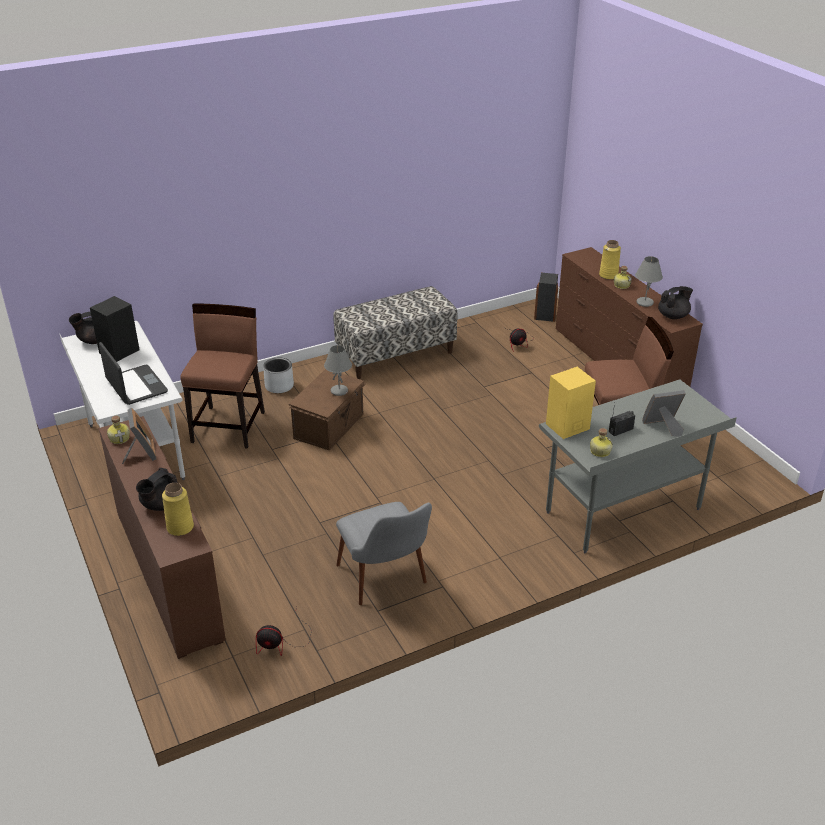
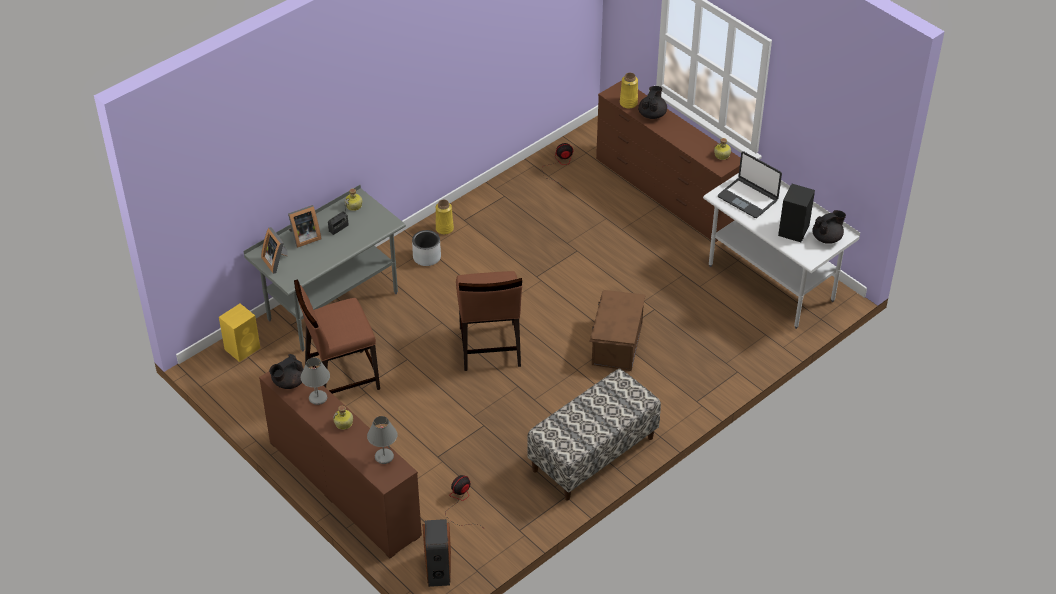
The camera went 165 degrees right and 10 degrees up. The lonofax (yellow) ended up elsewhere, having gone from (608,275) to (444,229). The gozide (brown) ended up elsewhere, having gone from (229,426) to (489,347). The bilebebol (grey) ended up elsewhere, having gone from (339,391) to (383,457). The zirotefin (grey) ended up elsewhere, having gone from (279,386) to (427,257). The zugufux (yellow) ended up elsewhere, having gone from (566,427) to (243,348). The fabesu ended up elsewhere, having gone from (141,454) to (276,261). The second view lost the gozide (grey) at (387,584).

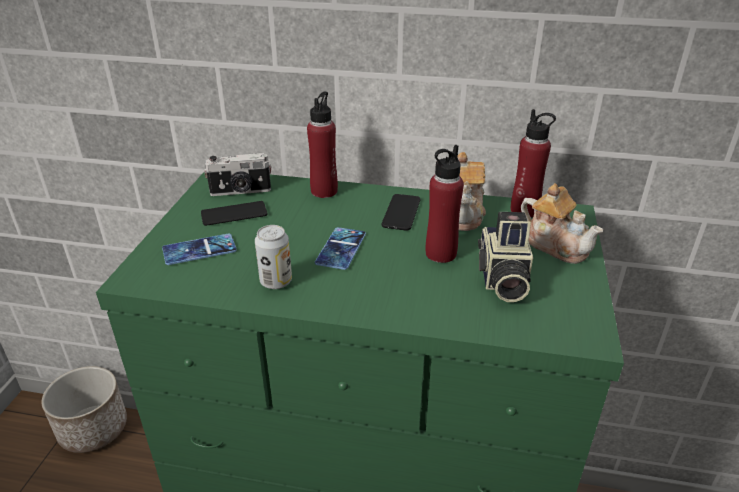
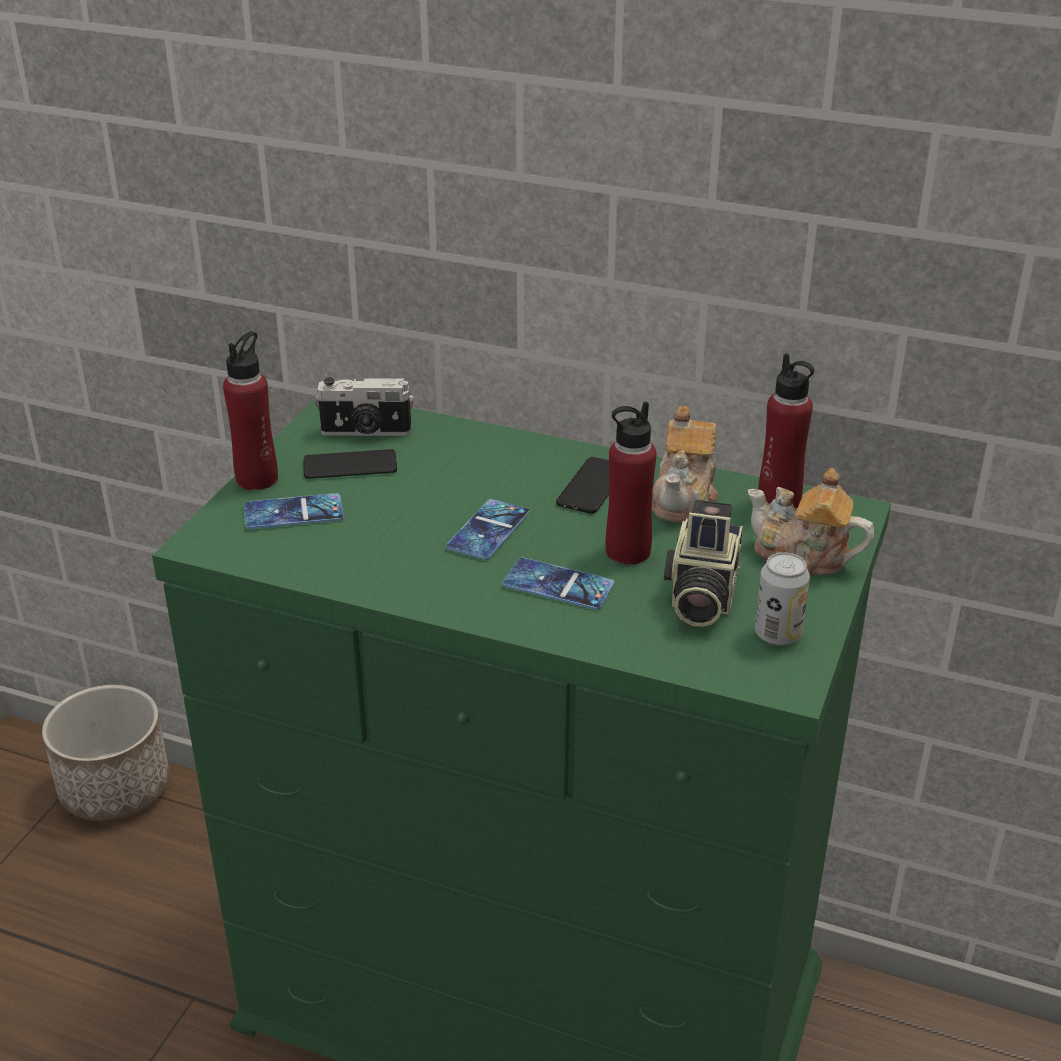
The camera went 10 degrees right and 0 degrees up. The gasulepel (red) ended up elsewhere, having gone from (324,191) to (257,479). The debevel at (556,245) ended up facing another way, 150 degrees clockwise from before. The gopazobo ended up elsewhere, having gone from (276,281) to (777,634). The second view gained the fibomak at (558,585).

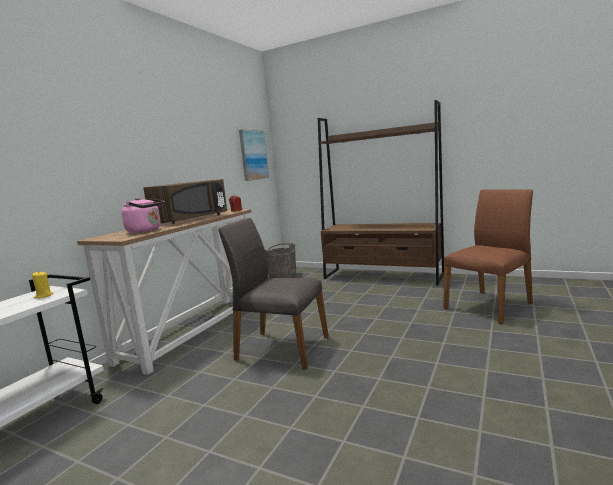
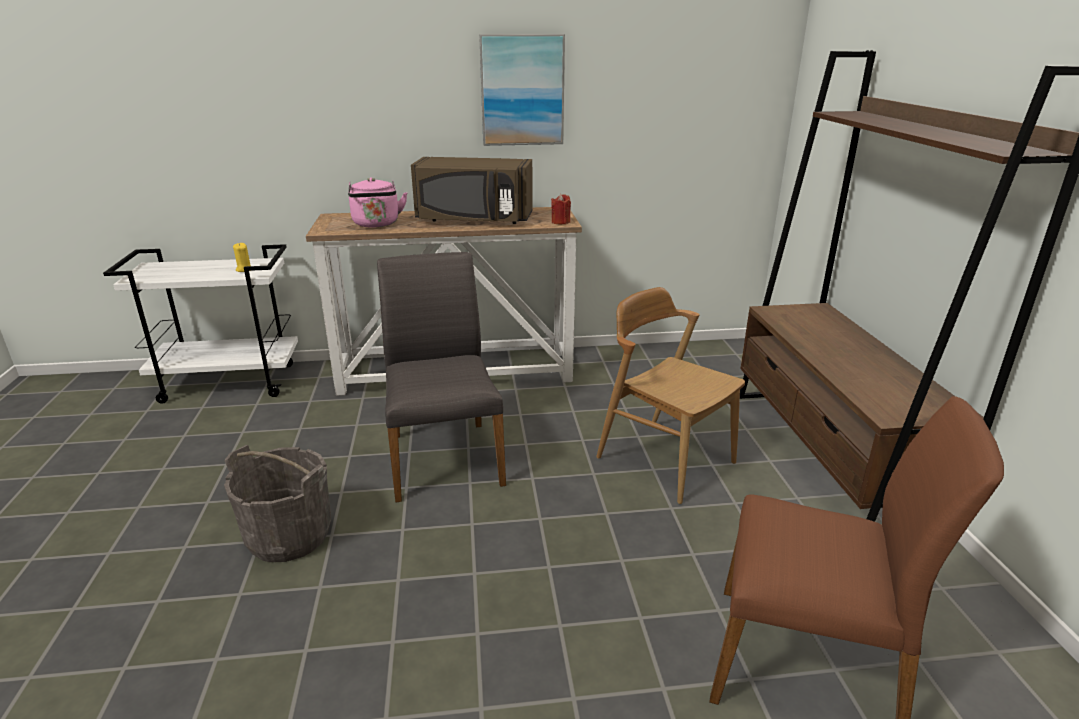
The camera went 55 degrees right and 15 degrees up. The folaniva ended up elsewhere, having gone from (253,155) to (522,90). The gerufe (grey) ended up elsewhere, having gone from (282,276) to (289,535). The second view gained the gozide (brown) at (665,460).

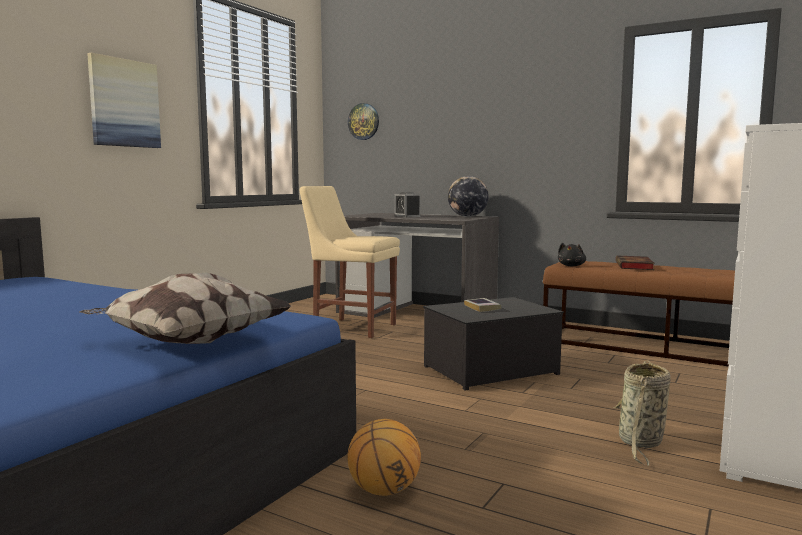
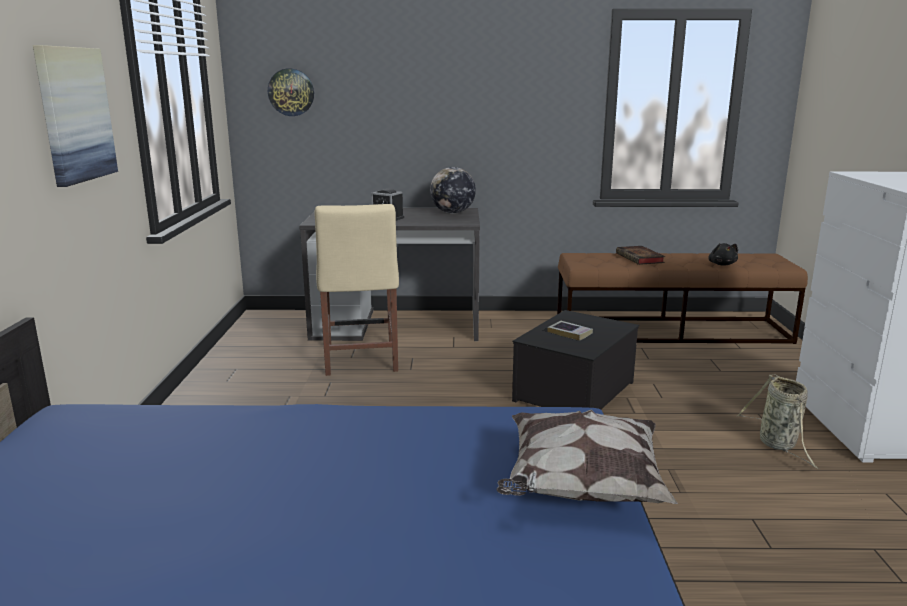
The camera went 30 degrees left and 10 degrees up. The gozide (beige) at (351,327) ended up facing another way, 90 degrees counterclockwise from before. The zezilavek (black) ended up elsewhere, having gone from (571,266) to (722,264). The second view lost the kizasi at (383,491).

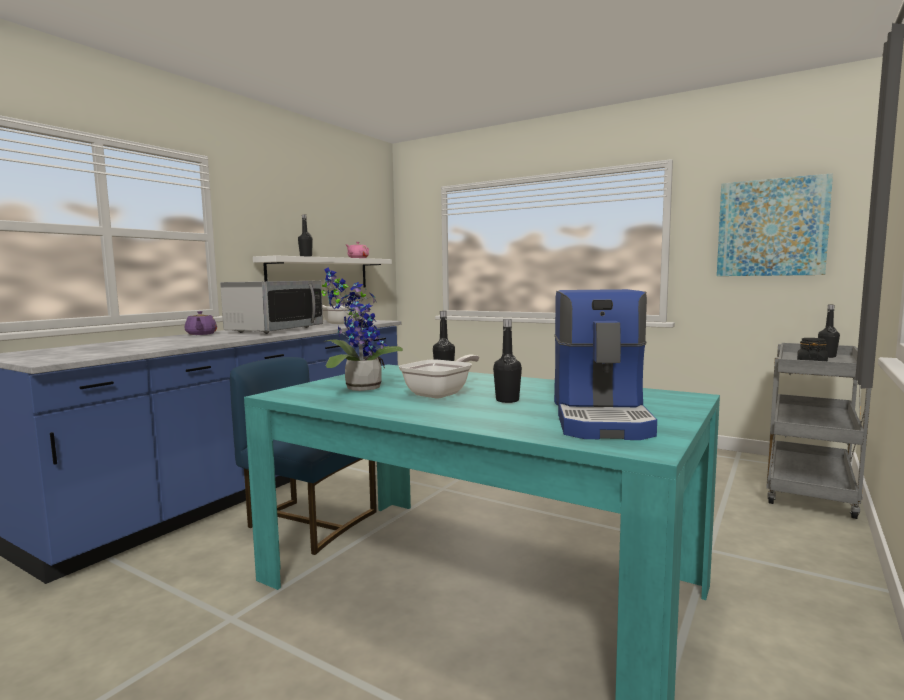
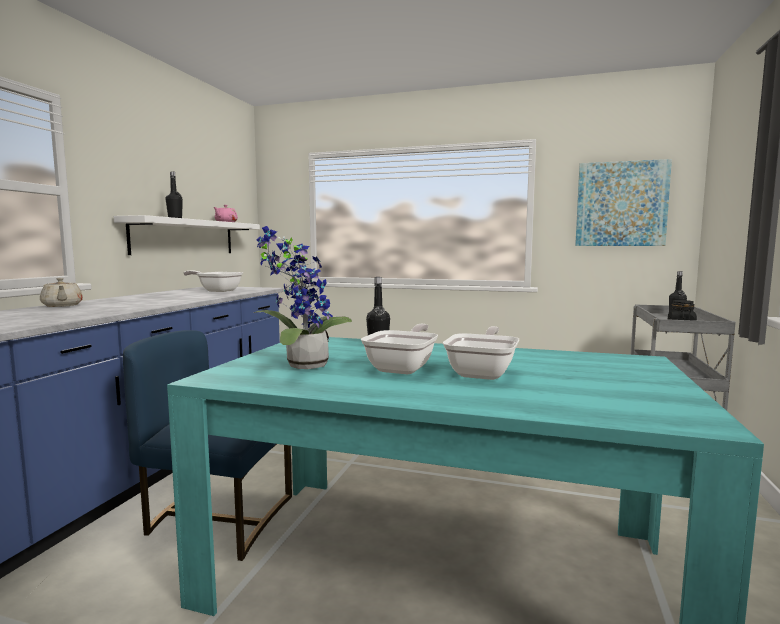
The camera went 15 degrees left and 0 degrees up. The second view lost the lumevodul at (275,330). The second view lost the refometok at (602,418). What was the debevel (purple) at (201,334) turned into the debevel (beige) at (62,306). Where the gasulepel (black) stood at (507,400), the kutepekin came to stand at (483,372).

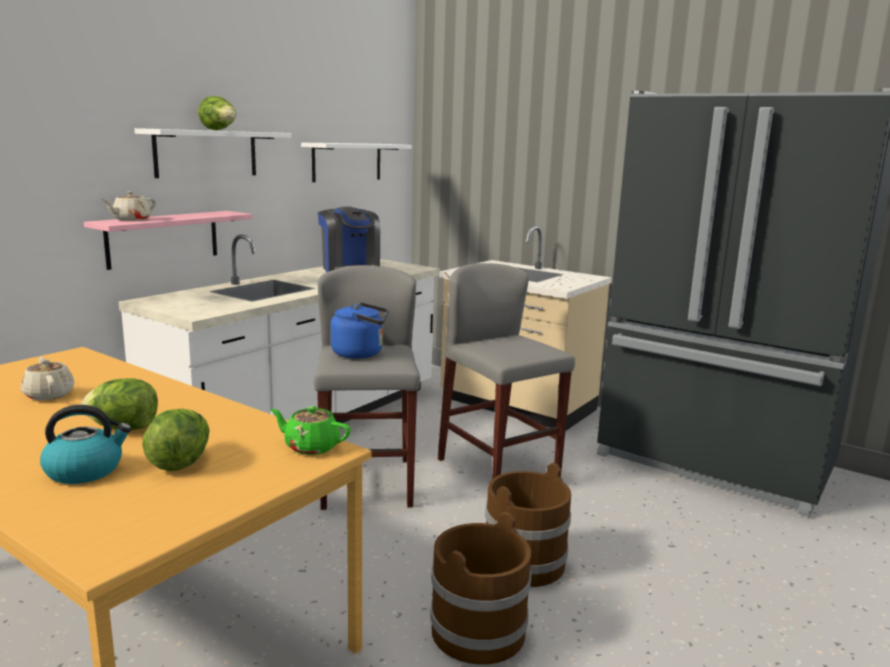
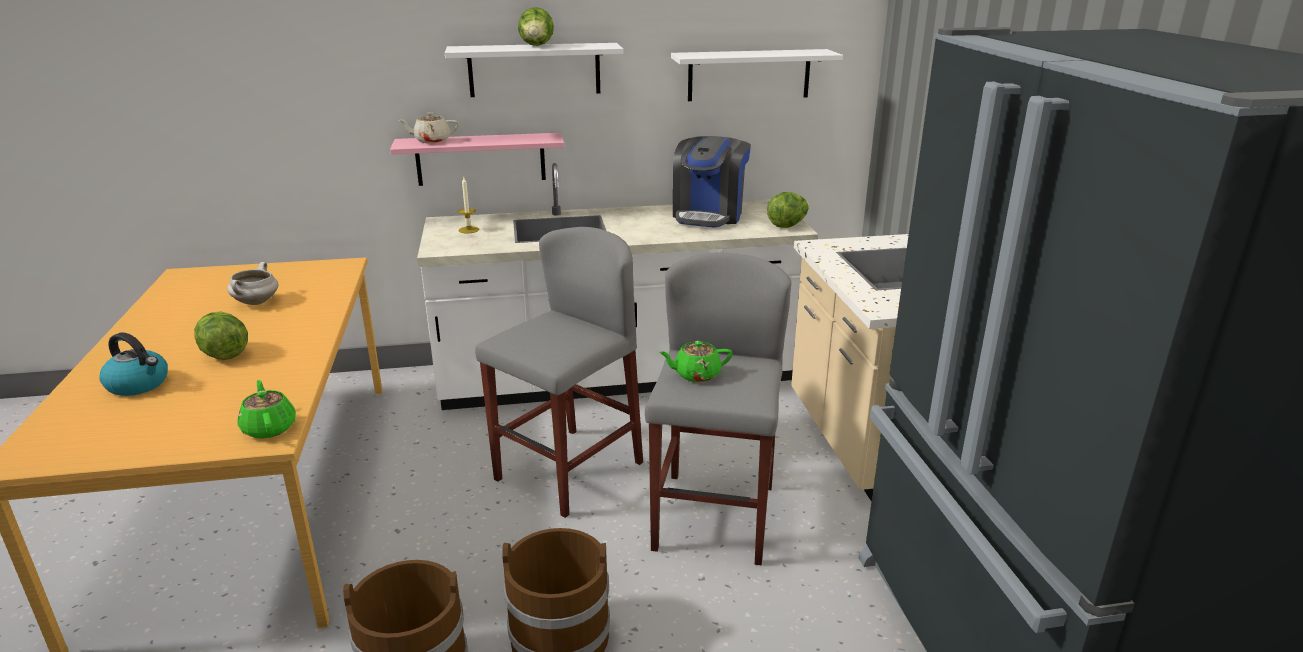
The camera went 45 degrees right and 10 degrees up. The second view lost the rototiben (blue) at (361,353). Where the debevel (beige) stood at (49,394), the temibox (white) came to stand at (256,303). The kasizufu ended up elsewhere, having gone from (180,461) to (787,225). The second view gained the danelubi at (468,230). The second view gained the debevel (green) at (696,374).

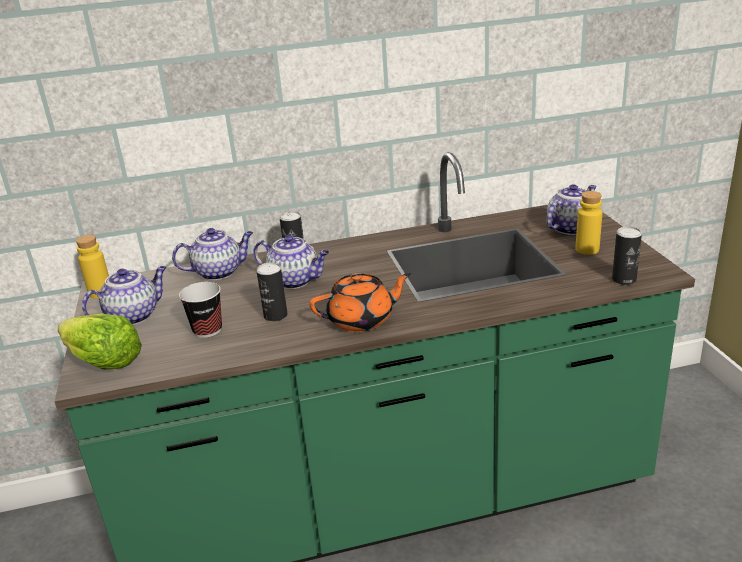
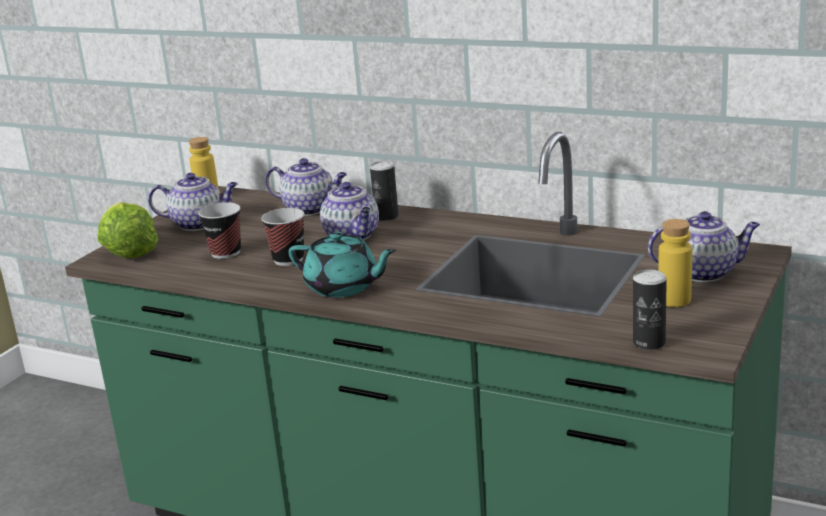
The camera went 40 degrees right and 5 degrees down. Where the gopazobo stood at (275,316), the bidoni came to stand at (288,259). What was the debevel (orange) at (362,320) turned into the debevel (turquoise) at (343,287).

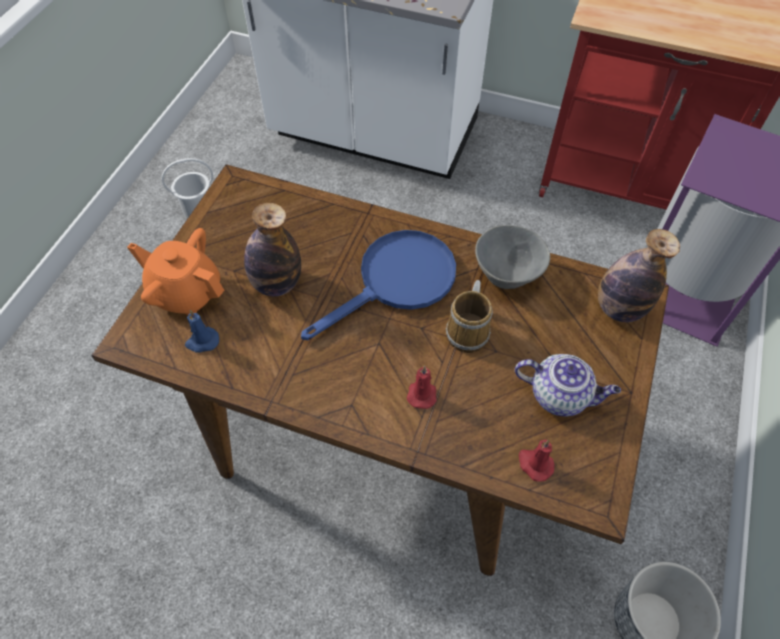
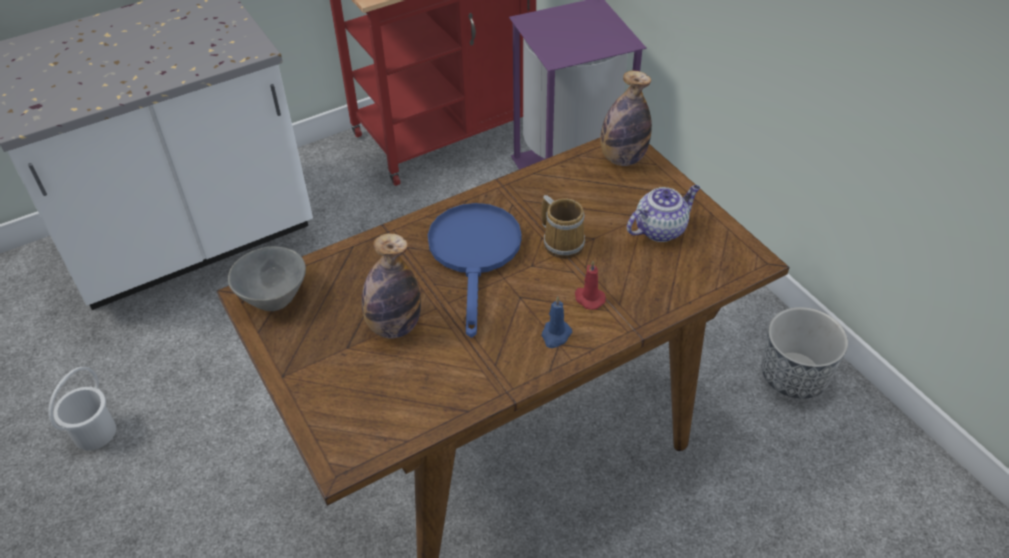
The camera went 50 degrees left and 10 degrees down. The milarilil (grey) ended up elsewhere, having gone from (509,274) to (276,296). The second view lost the debevel (orange) at (186,292). The danelubi (blue) ended up elsewhere, having gone from (202,341) to (555,335). The second view lost the danelubi (red) at (534,464).

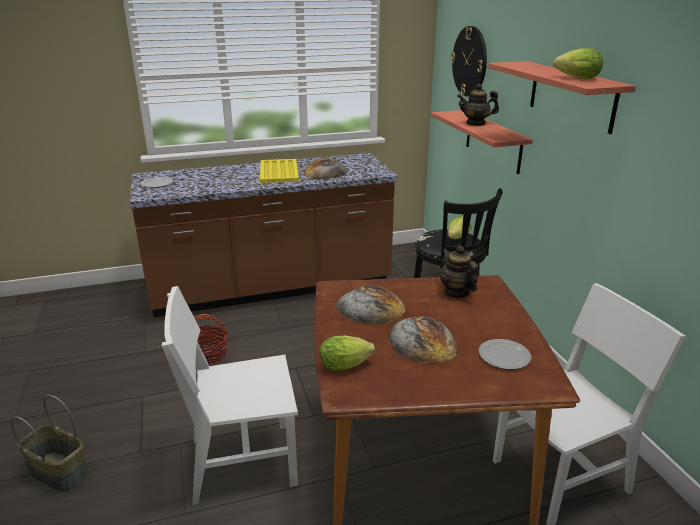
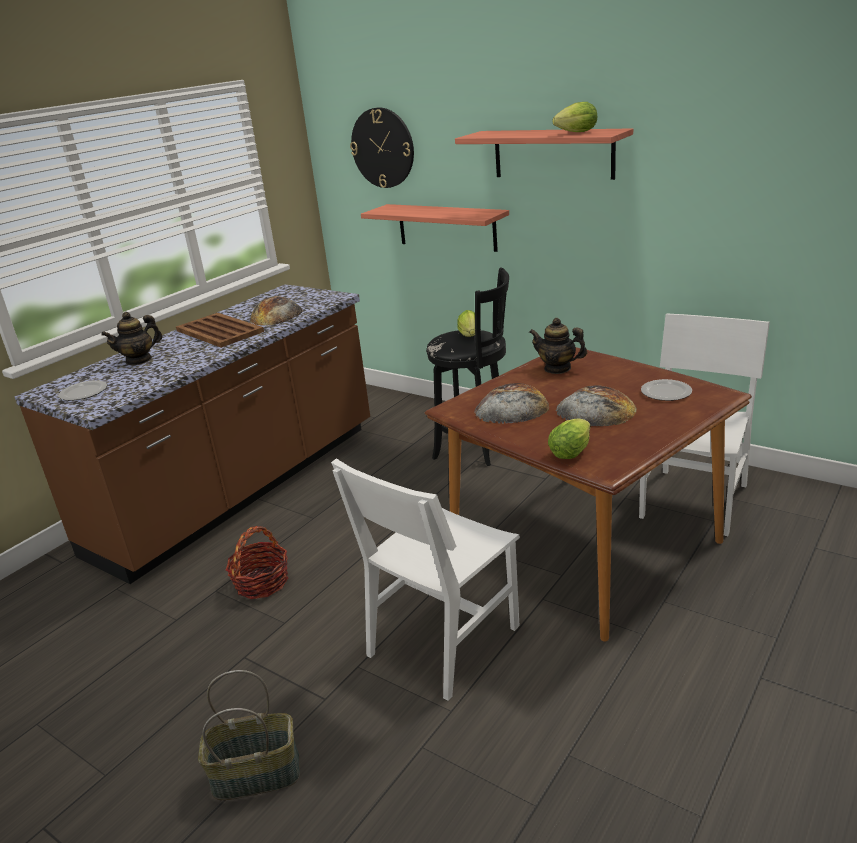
The camera went 35 degrees left and 0 degrees up. The debevel ended up elsewhere, having gone from (475,123) to (139,360). What was the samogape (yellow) at (278,172) turned into the samogape (brown) at (219,331).

